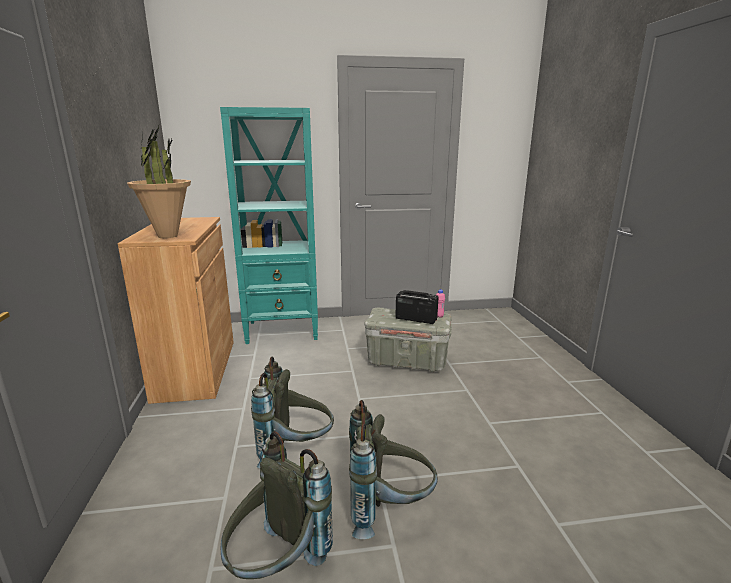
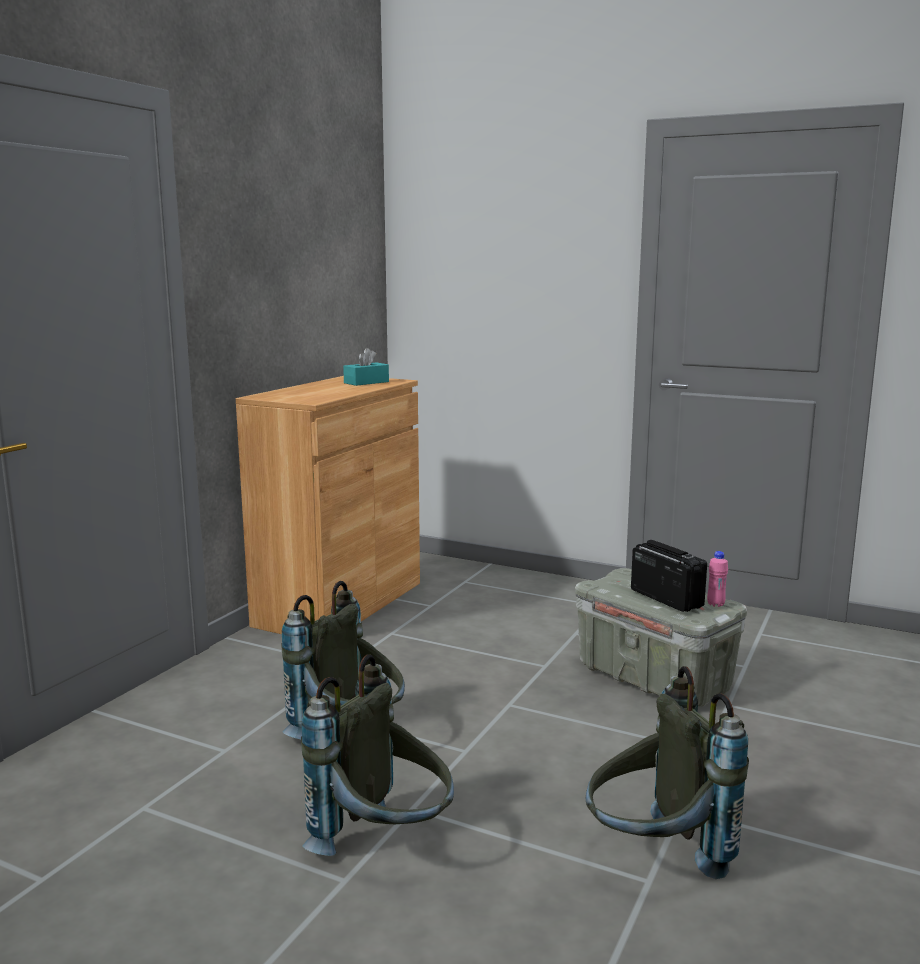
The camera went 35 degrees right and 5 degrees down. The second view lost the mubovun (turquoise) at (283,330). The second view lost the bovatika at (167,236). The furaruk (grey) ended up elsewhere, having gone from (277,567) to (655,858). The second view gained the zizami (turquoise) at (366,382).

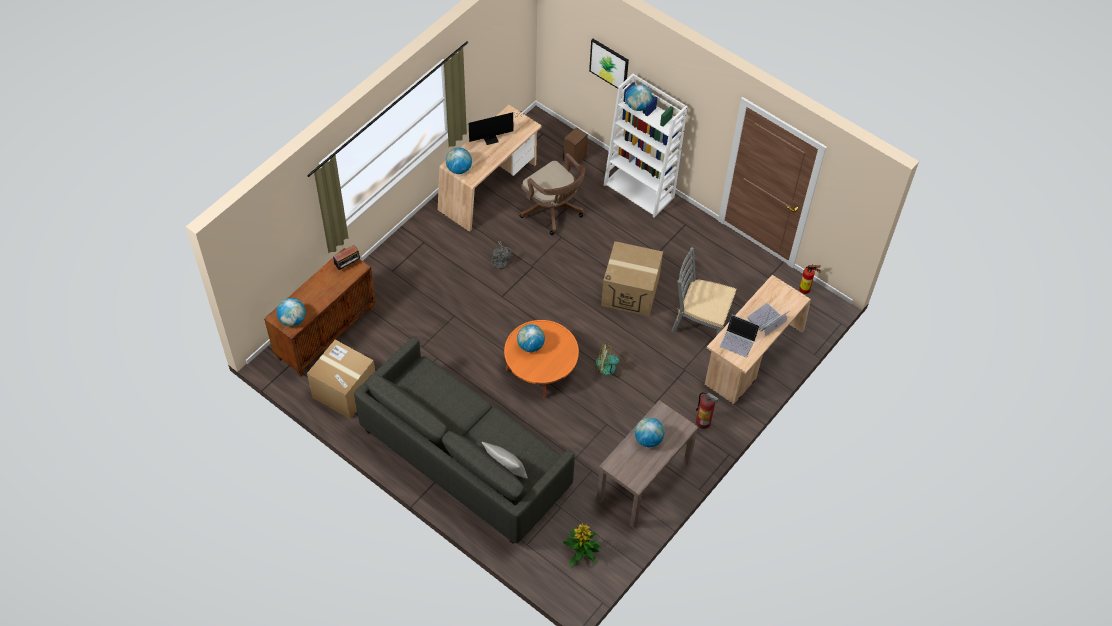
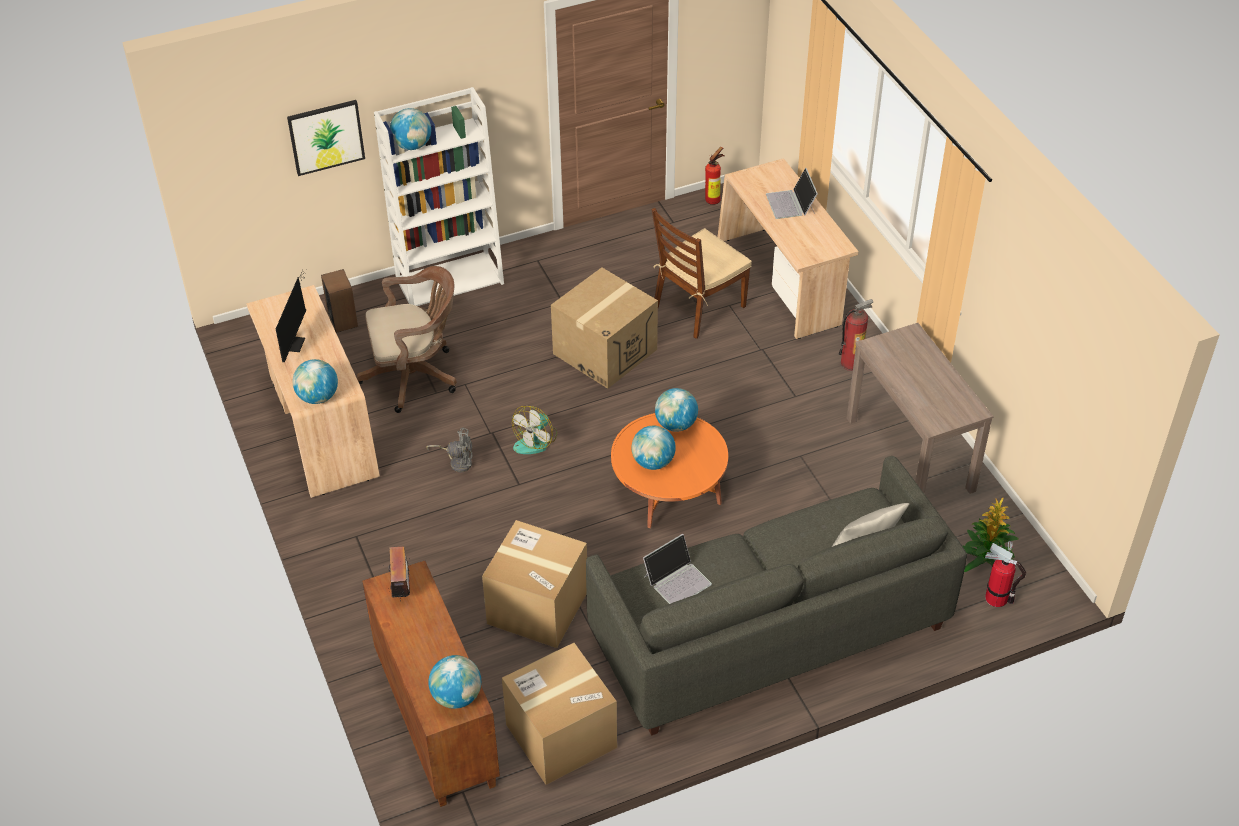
The camera went 60 degrees left and 10 degrees down. What was the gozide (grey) at (699,322) turned into the gozide (brown) at (698,307). The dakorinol ended up elsewhere, having gone from (738,340) to (677,580). The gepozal ended up elsewhere, having gone from (610,367) to (536,440). The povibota ended up elsewhere, having gone from (648,439) to (676,425). The second view gained the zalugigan at (537,607). The second view gained the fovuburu at (996,598).

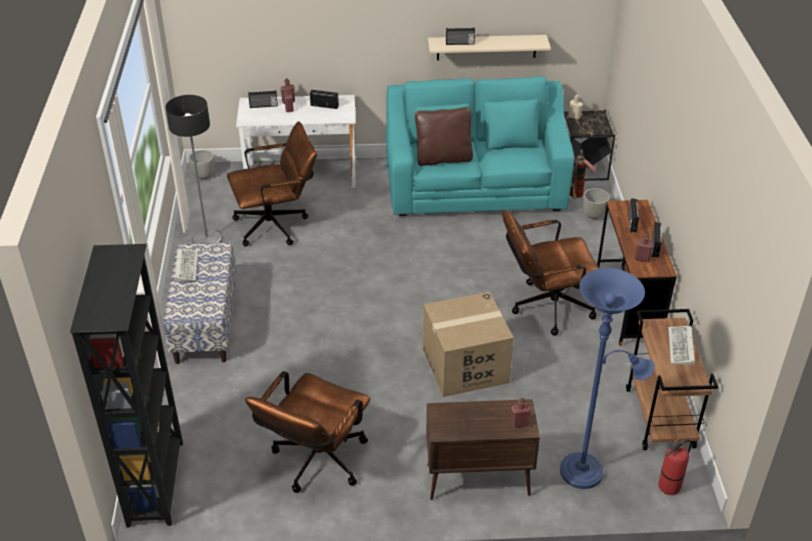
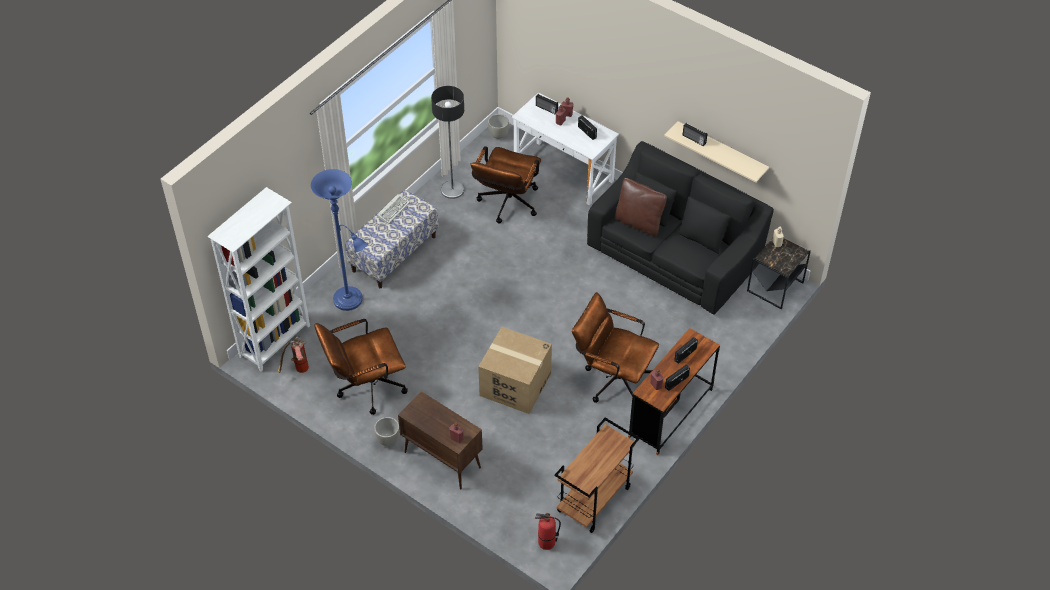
The camera went 40 degrees right and 10 degrees up. What was the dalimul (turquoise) at (475,187) turned into the dalimul (black) at (674,255). The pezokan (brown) at (277,225) ended up facing another way, 90 degrees clockwise from before. The fovuburu ended up elsewhere, having gone from (576,197) to (298,371). The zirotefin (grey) ended up elsewhere, having gone from (594,215) to (388,440). What was the mubovun (black) at (157,482) turned into the mubovun (white) at (276,341). The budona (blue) ended up elsewhere, having gone from (587,471) to (351,301). The second view lost the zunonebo at (681,348).

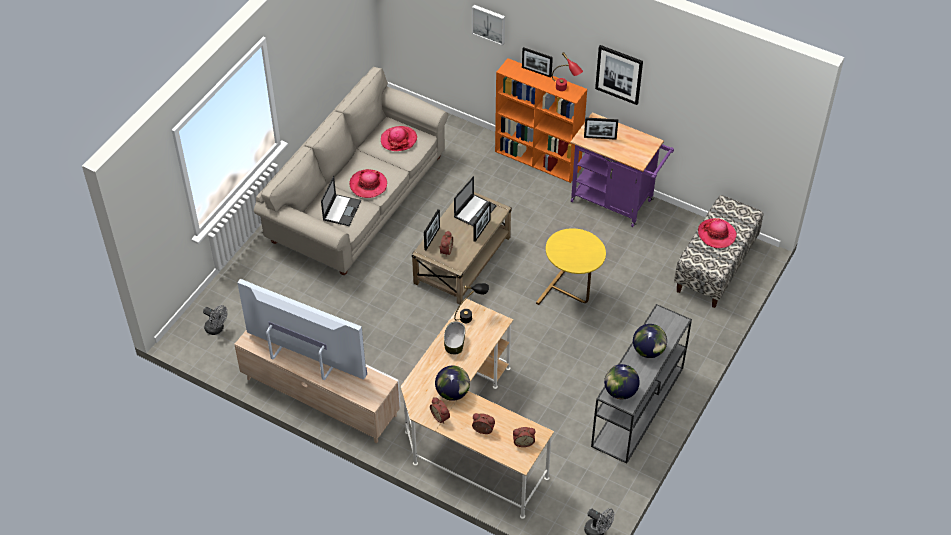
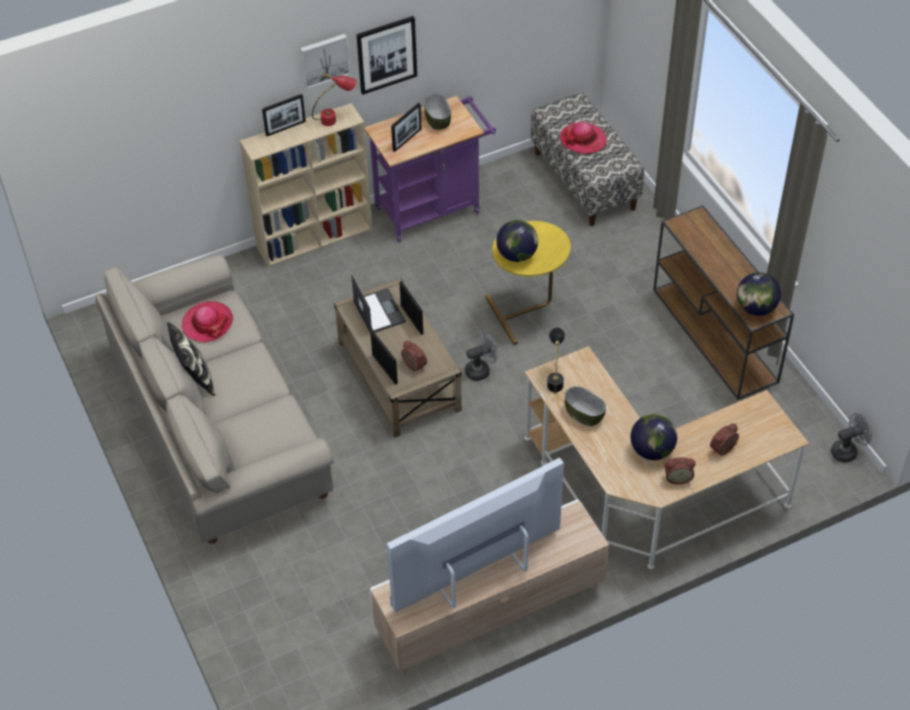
The camera went 55 degrees left and 0 degrees up. The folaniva ended up elsewhere, having gone from (489,23) to (324,59). What was the mubovun (orange) at (538,160) turned into the mubovun (beige) at (315,237). The second view lost the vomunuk at (368,185). The second view lost the dakorinol at (342,210). What was the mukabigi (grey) at (637,408) turned into the mukabigi (brown) at (715,336). The gepozal (grey) ended up elsewhere, having gone from (217,329) to (481,370). The povibota ended up elsewhere, having gone from (648,351) to (517,255). The second view lost the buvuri at (523,441). The second view gained the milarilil at (438,120). The second view gained the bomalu at (195,377).

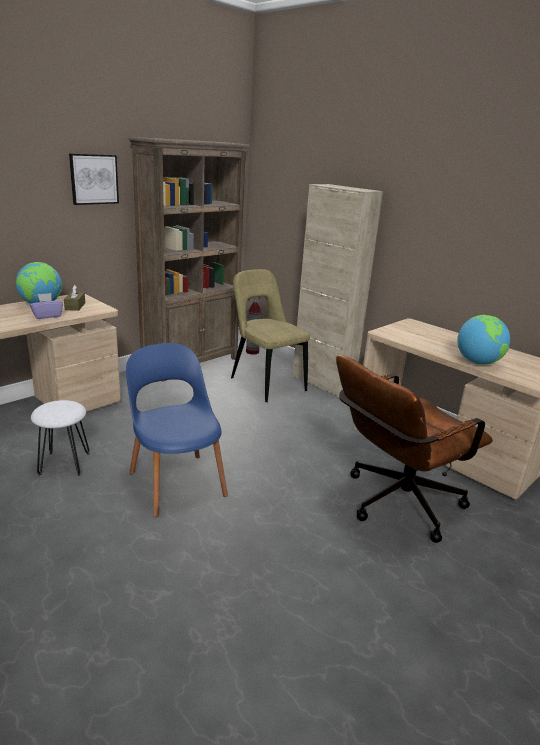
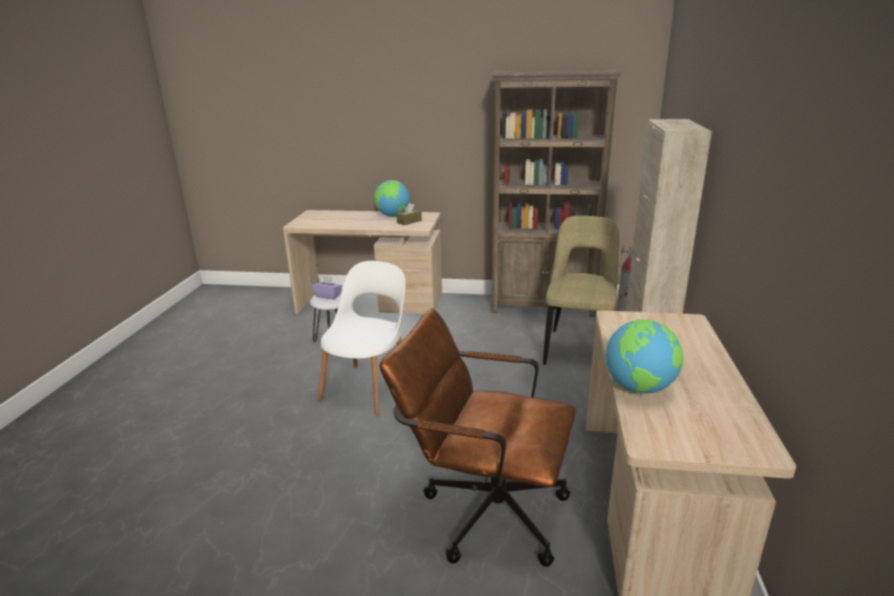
The camera went 55 degrees right and 0 degrees up. The second view lost the folaniva at (94,179). The zizami (purple) ended up elsewhere, having gone from (47,316) to (328,296). What was the gozide (blue) at (176,481) turned into the gozide (white) at (368,387).

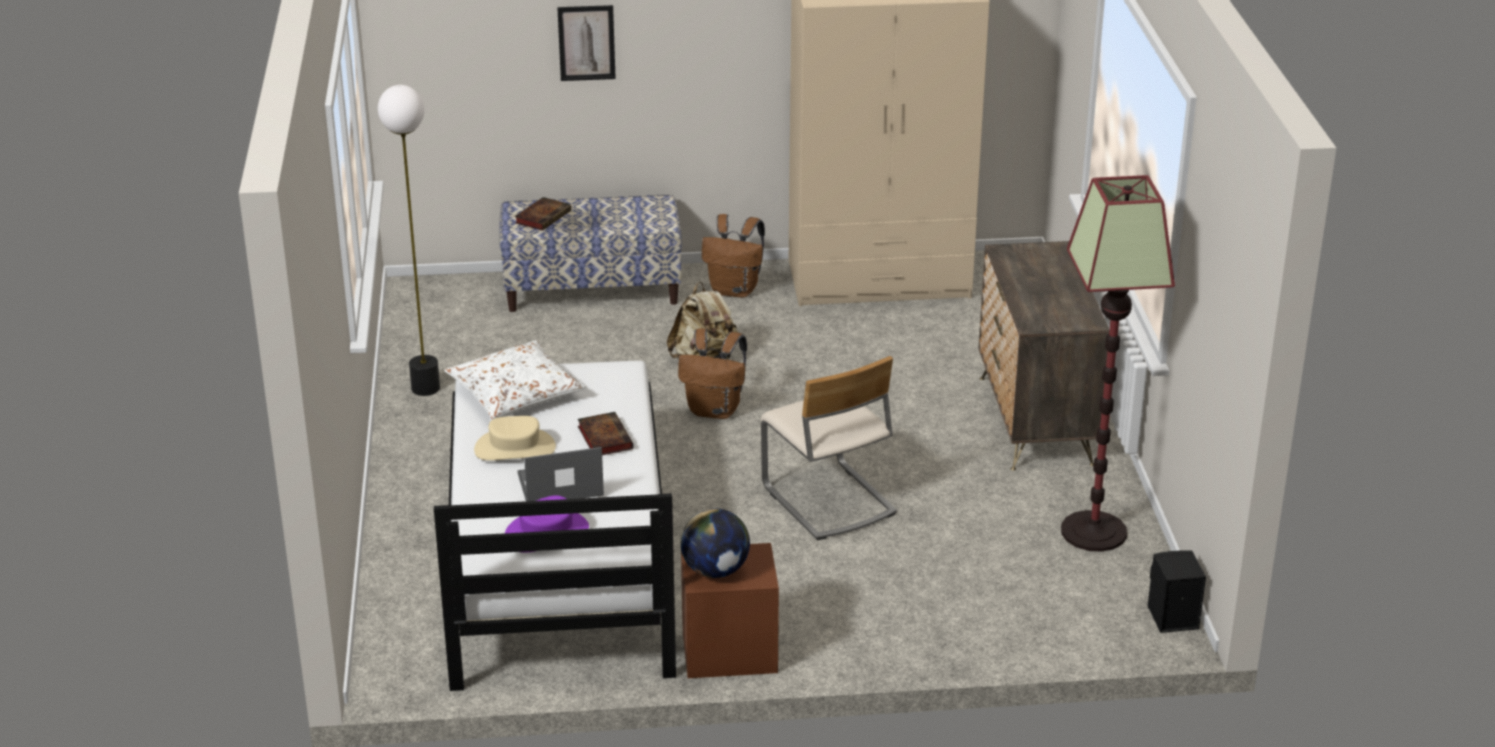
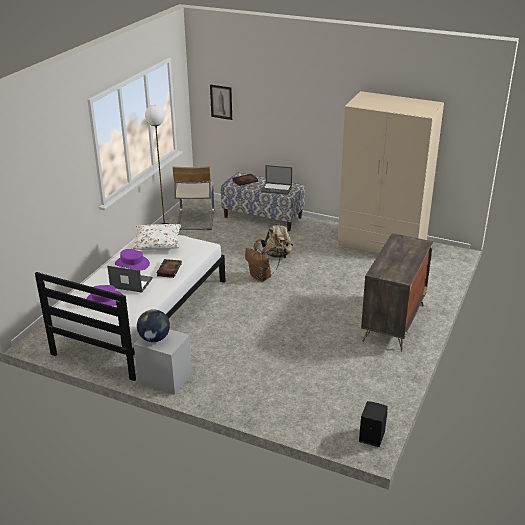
The camera went 30 degrees right and 0 degrees up. The folaniva ended up elsewhere, having gone from (586,43) to (221,102). The second view lost the budona at (1093,532). The second view lost the furaruk (brown) at (735,290). The gozide (beige) ended up elsewhere, having gone from (827,500) to (195,220). What was the vomunuk (beige) at (515,448) turned into the vomunuk (purple) at (132,263). What was the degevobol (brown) at (729,652) turned into the degevobol (grey) at (165,378). The second view gained the dakorinol at (277,188).

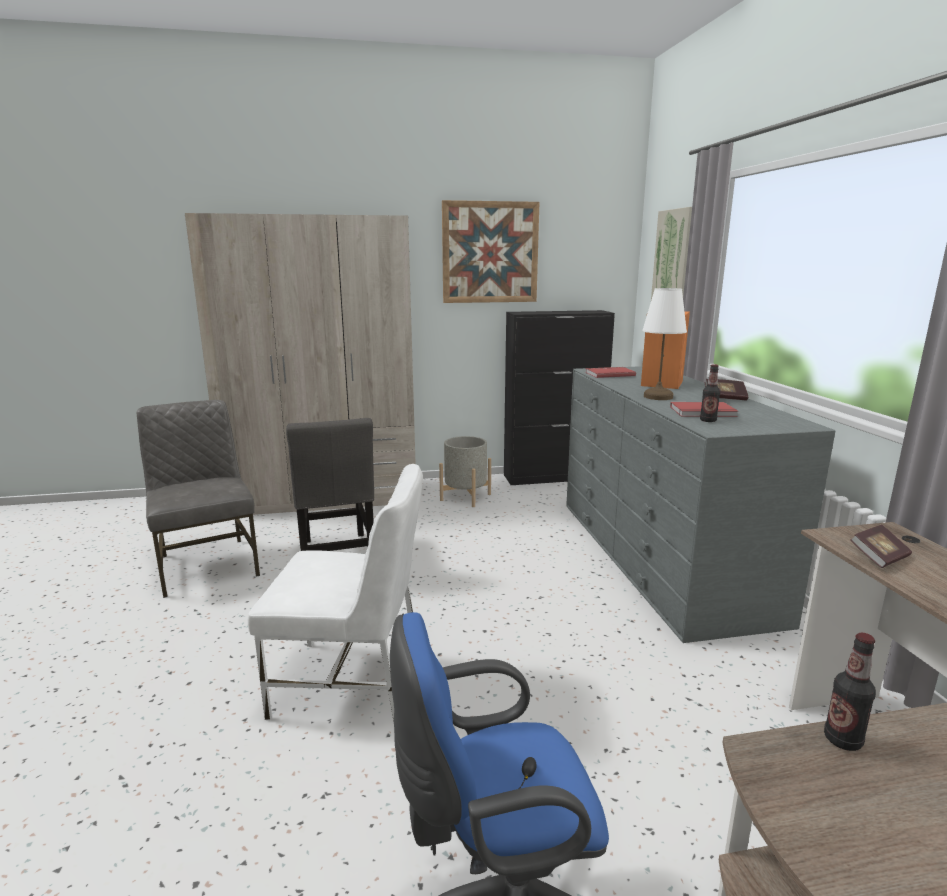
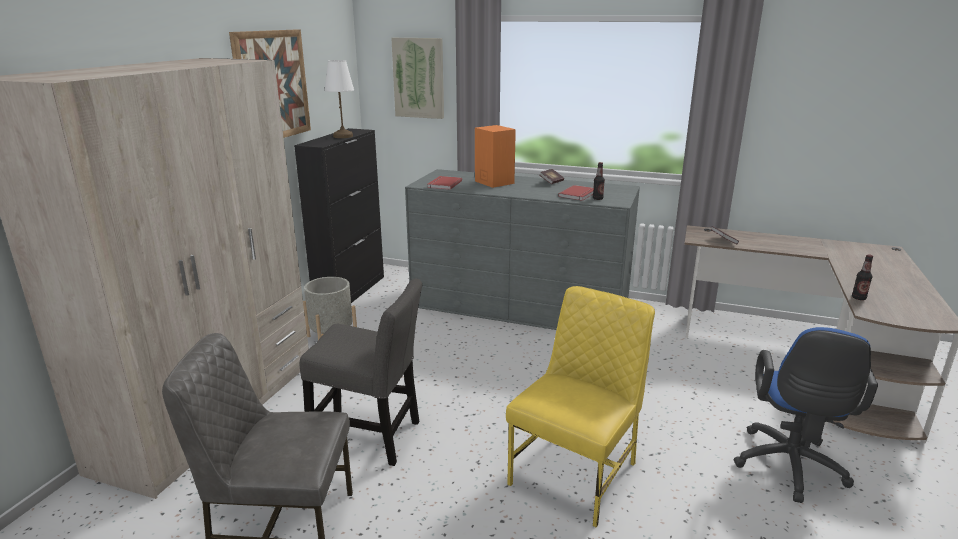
The camera went 60 degrees left and 5 degrees up. The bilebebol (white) ended up elsewhere, having gone from (658,397) to (343,136). What was the gozide (white) at (351,683) turned into the gozide (yellow) at (576,473).

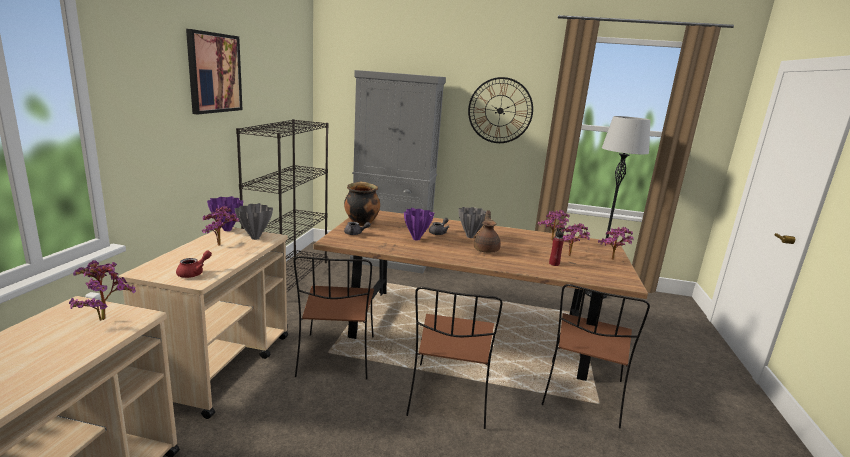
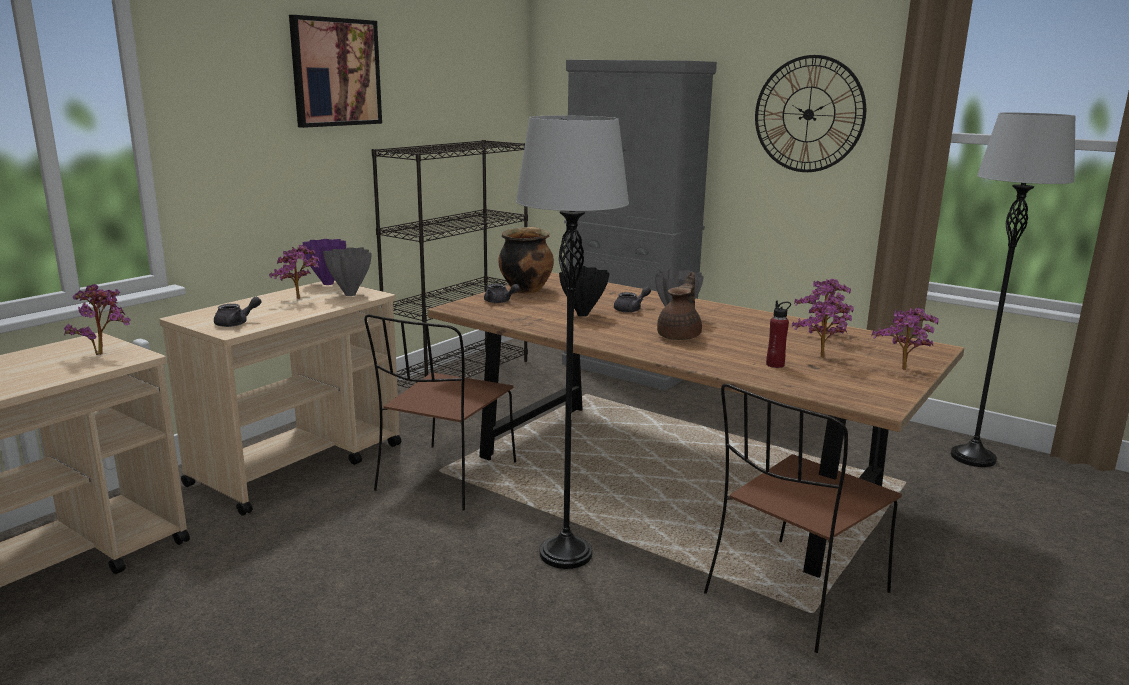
The camera went 25 degrees right and 0 degrees up. What was the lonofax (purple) at (416,239) turned into the lonofax (black) at (582,315). What was the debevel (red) at (194,273) turned into the debevel (grey) at (236,323). Where the gozide (brown) stood at (449,397), the budona (grey) came to stand at (565,554).

